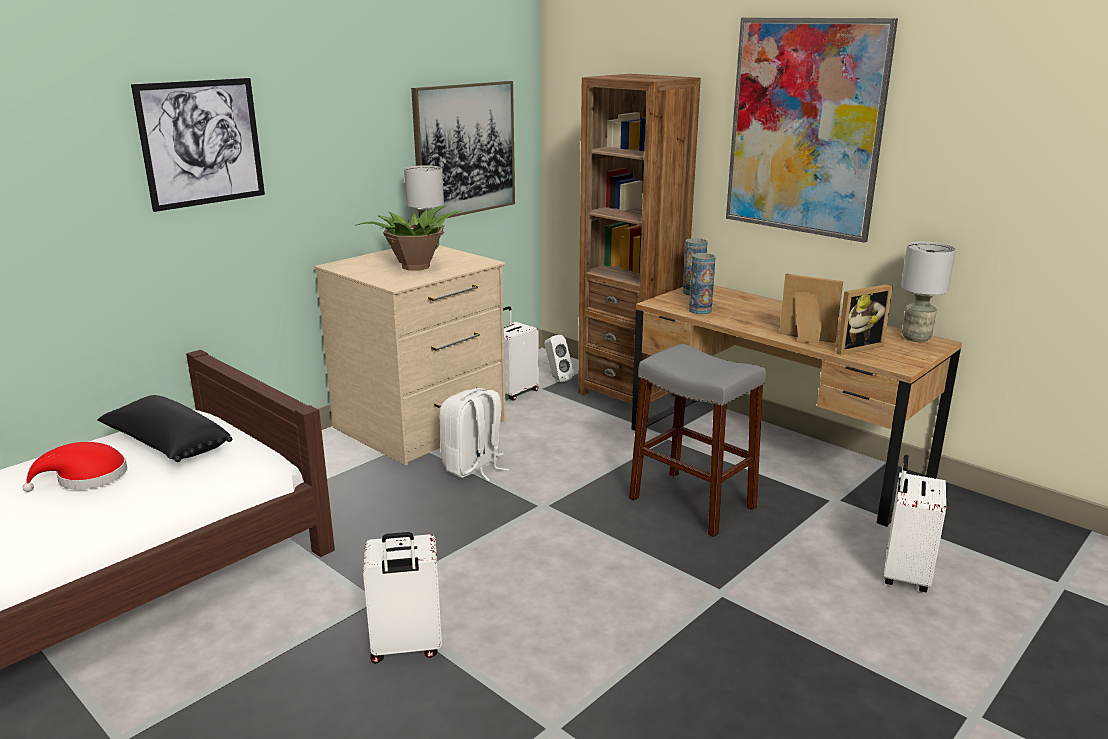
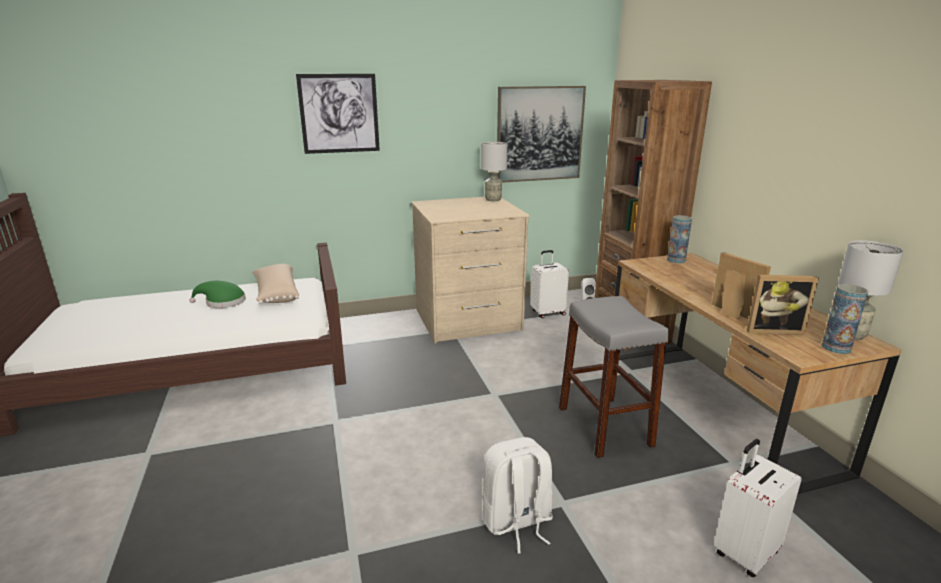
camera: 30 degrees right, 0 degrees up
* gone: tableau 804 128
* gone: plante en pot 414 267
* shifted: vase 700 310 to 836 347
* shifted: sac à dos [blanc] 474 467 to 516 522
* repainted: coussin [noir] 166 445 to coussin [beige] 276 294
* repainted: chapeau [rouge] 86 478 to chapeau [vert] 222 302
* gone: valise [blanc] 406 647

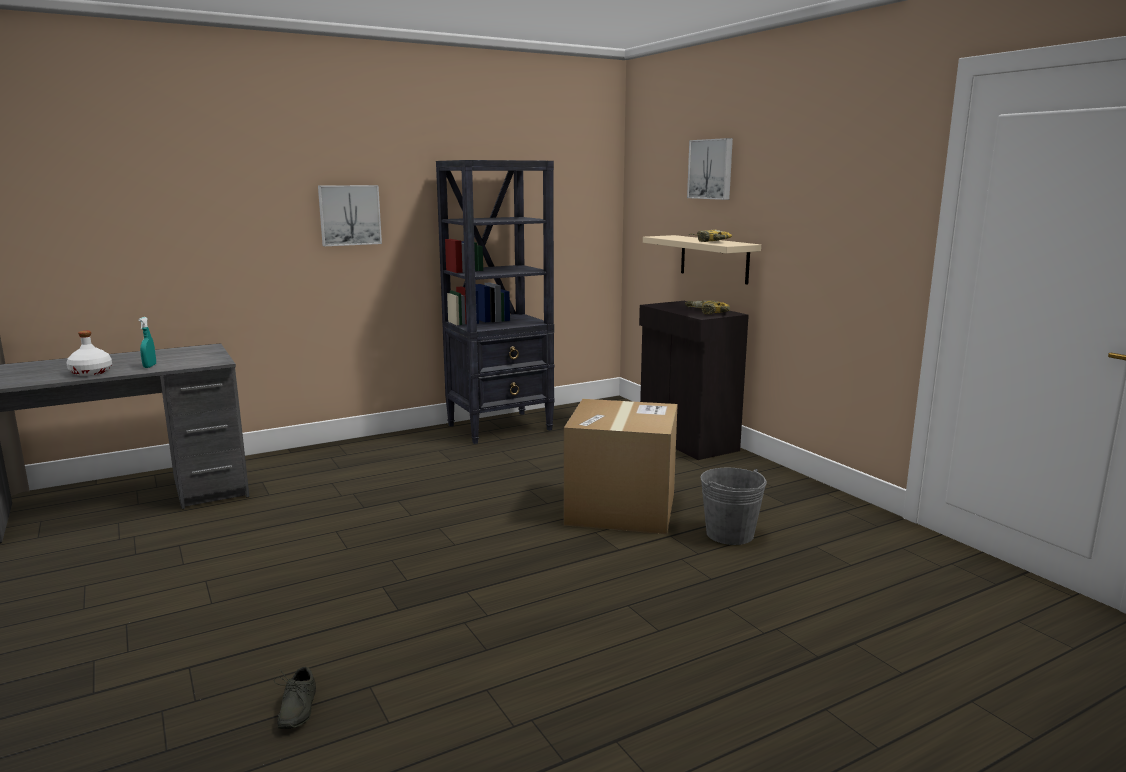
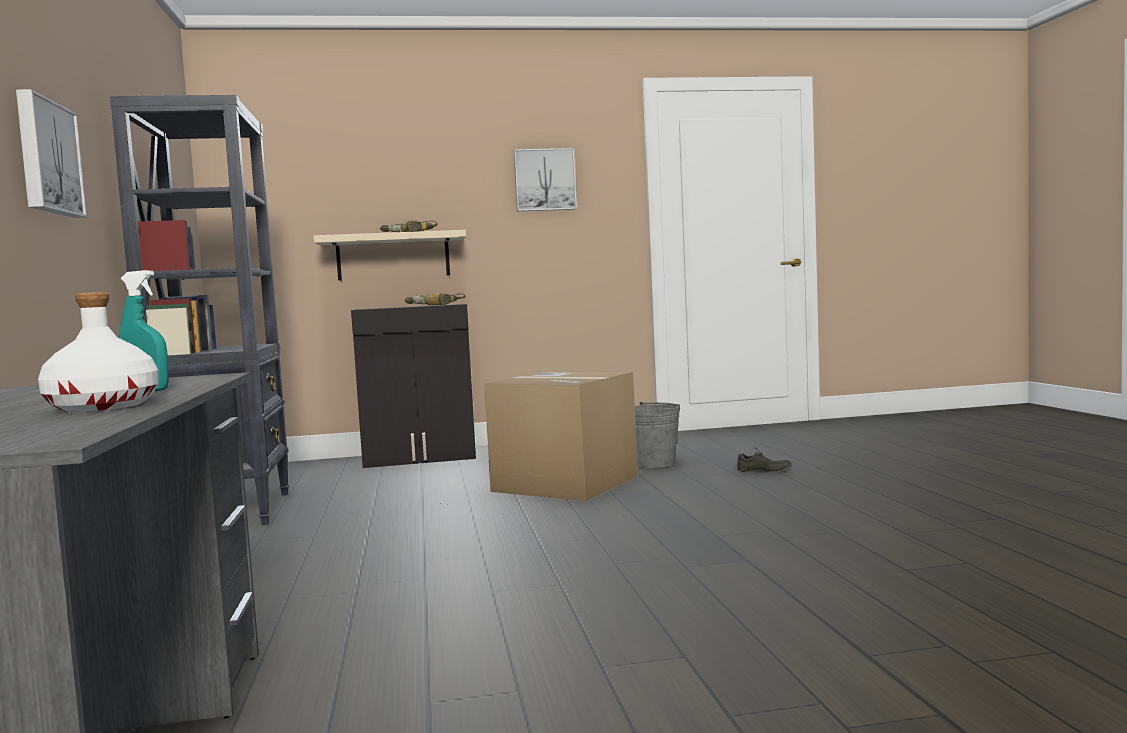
camera: 70 degrees left, 10 degrees down
* shifted: tableau 711 169 to 544 180
* shifted: chaussure [gris] 295 710 to 764 471

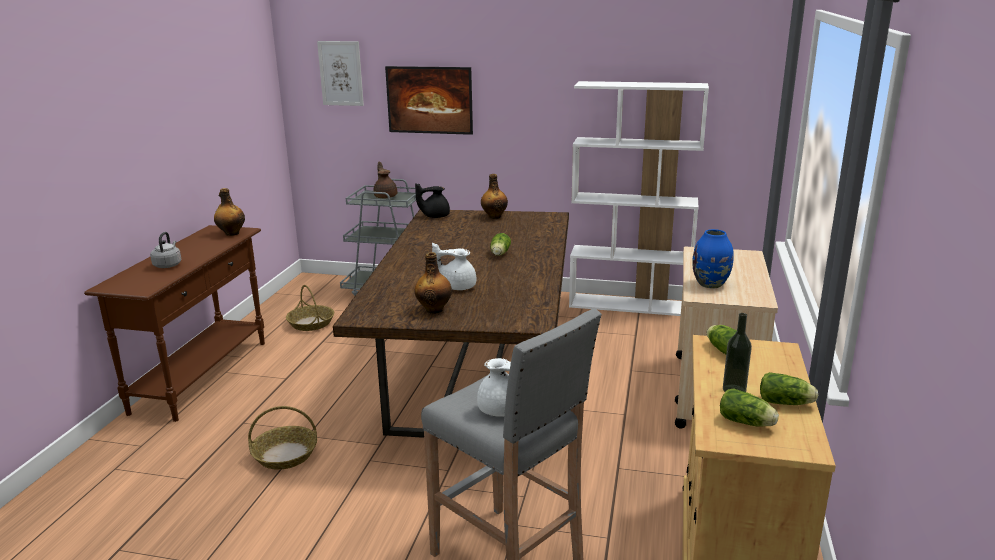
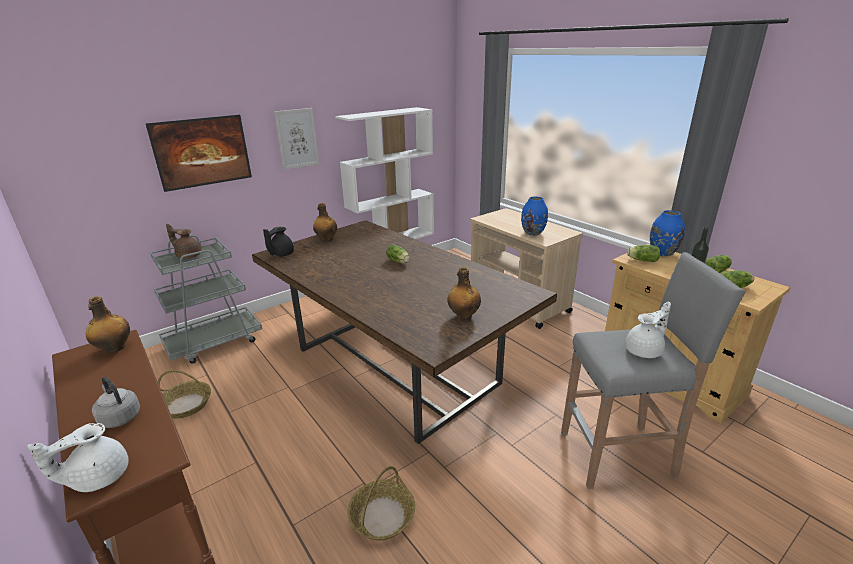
camera: 50 degrees left, 5 degrees up
* shifted: tableau 341 73 to 297 138
* shifted: théière [blanc] 457 286 to 98 477
* new: vase [bleu] 662 253

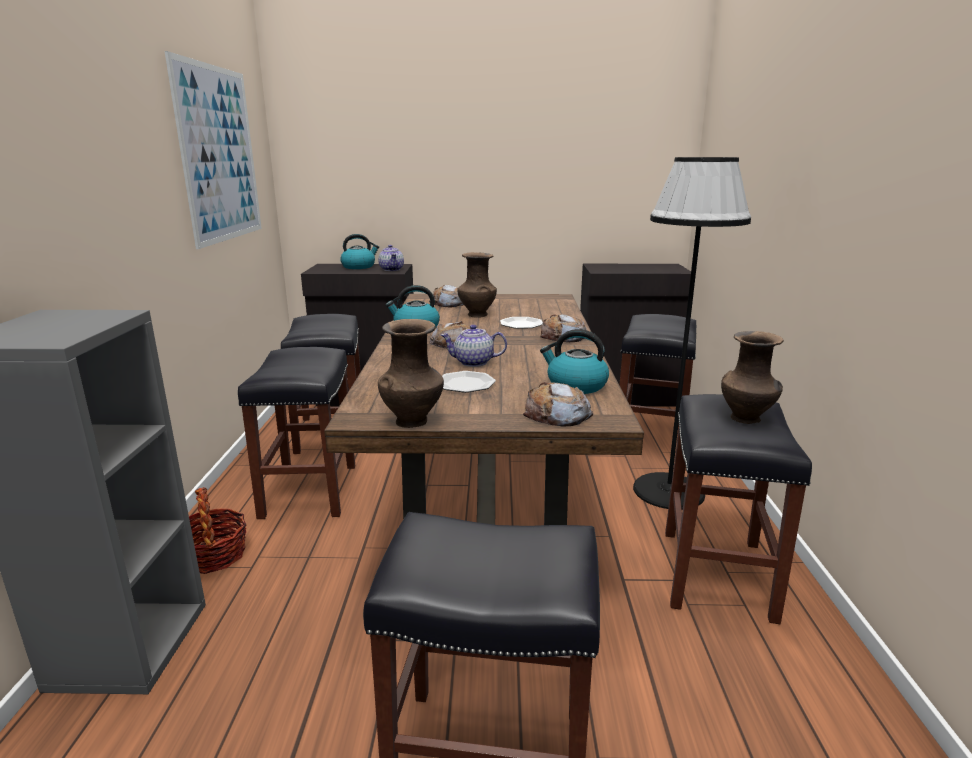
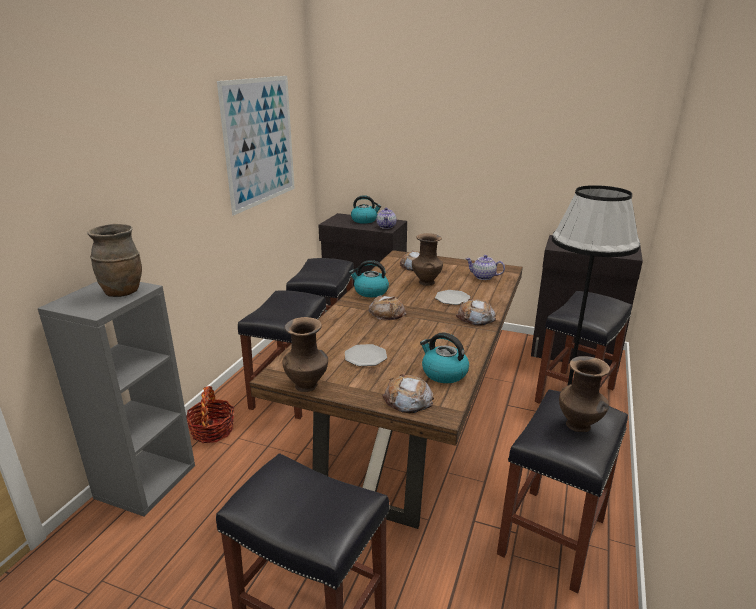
camera: 20 degrees right, 5 degrees up
* shifted: théière 473 362 to 483 277
* new: vase [marron] 123 292

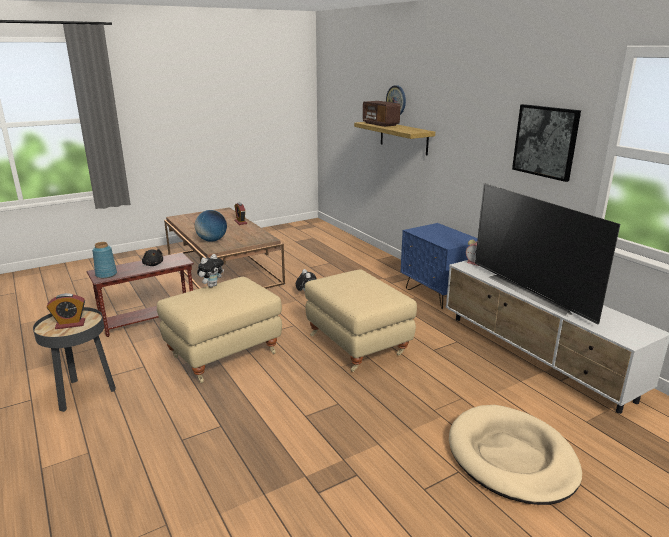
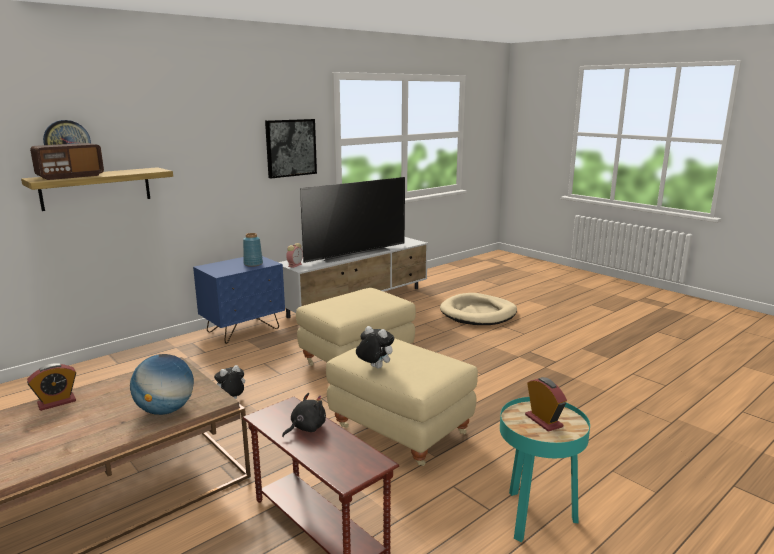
camera: 100 degrees left, 5 degrees down
* shifted: vase [bleu] 106 275 to 253 264
* repainted: table d'appoint [noir] 84 393 to table d'appoint [turquoise] 534 517

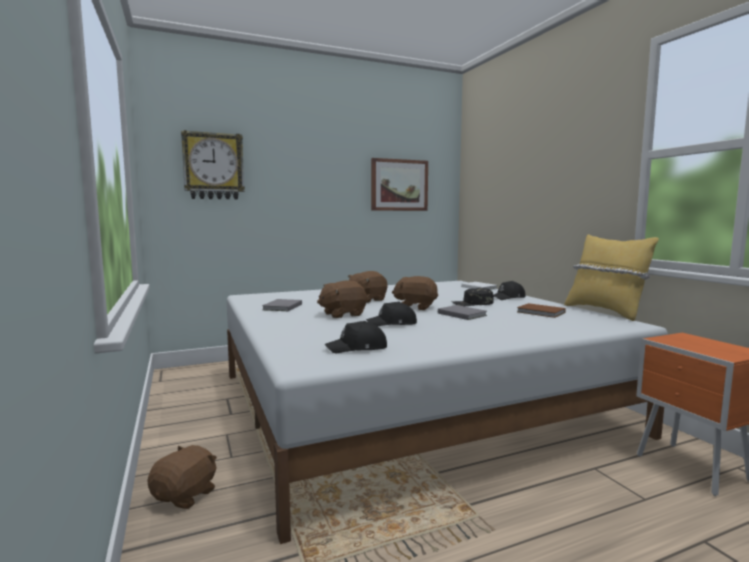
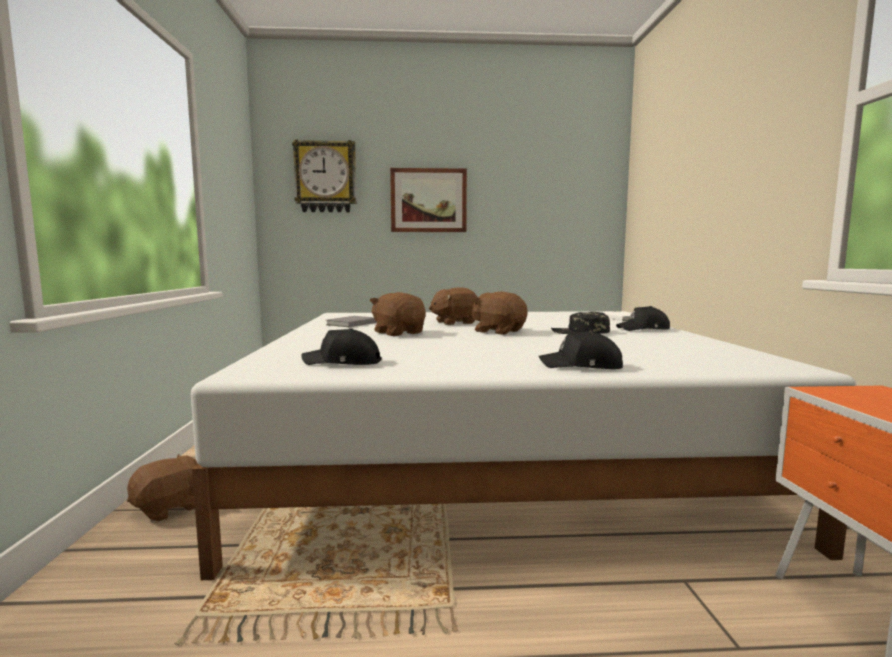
camera: 20 degrees right, 0 degrees up
* shifted: tableau 399 185 to 428 200
* gone: coussin [jaune] 605 311
* rotated: peluche [marron] 342 314 = 398 333 60 degrees clockwise
* shifted: casquette [noir] 392 324 to 582 366
* gone: livre [marron] 541 312
* gone: livre [gris] 461 314

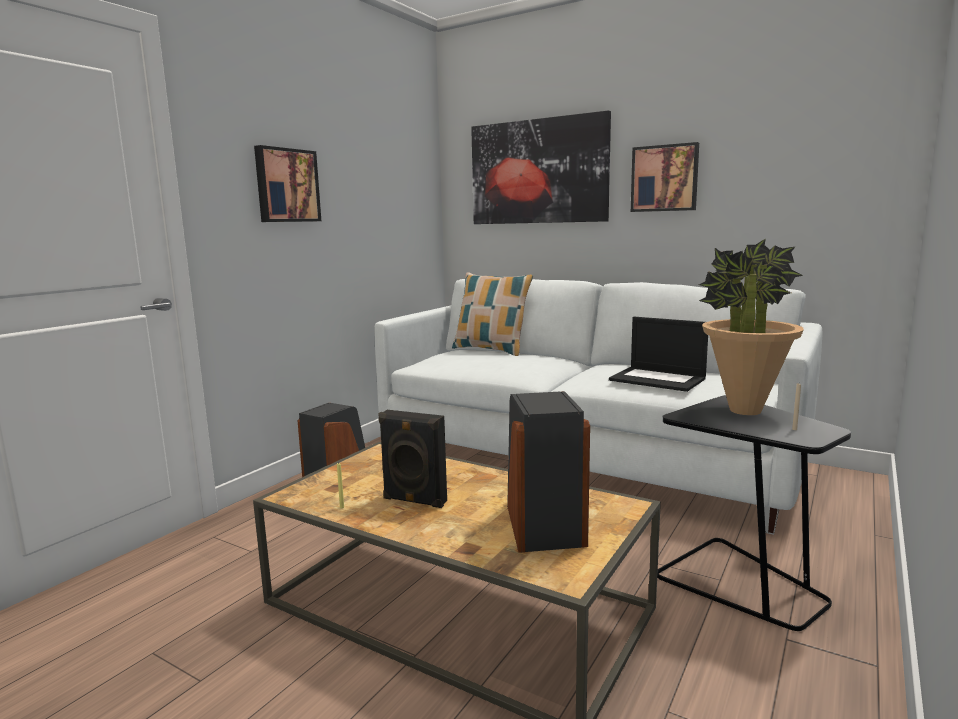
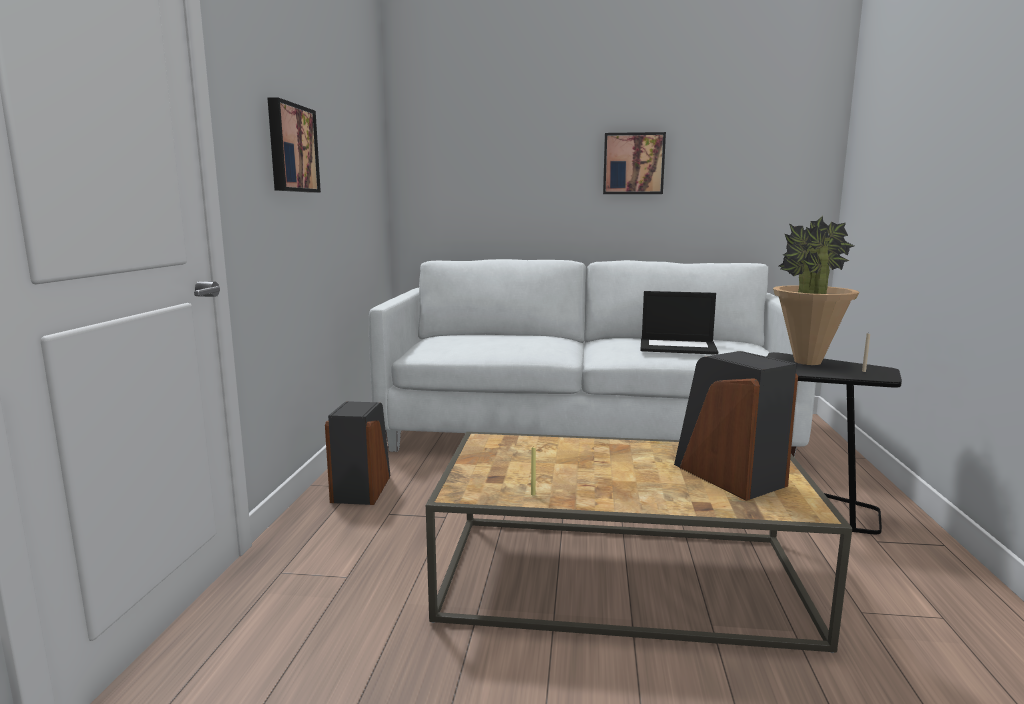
camera: 25 degrees left, 0 degrees up
* gone: tableau 538 172
* gone: coussin 491 350
* gone: enceinte [noir] 414 501

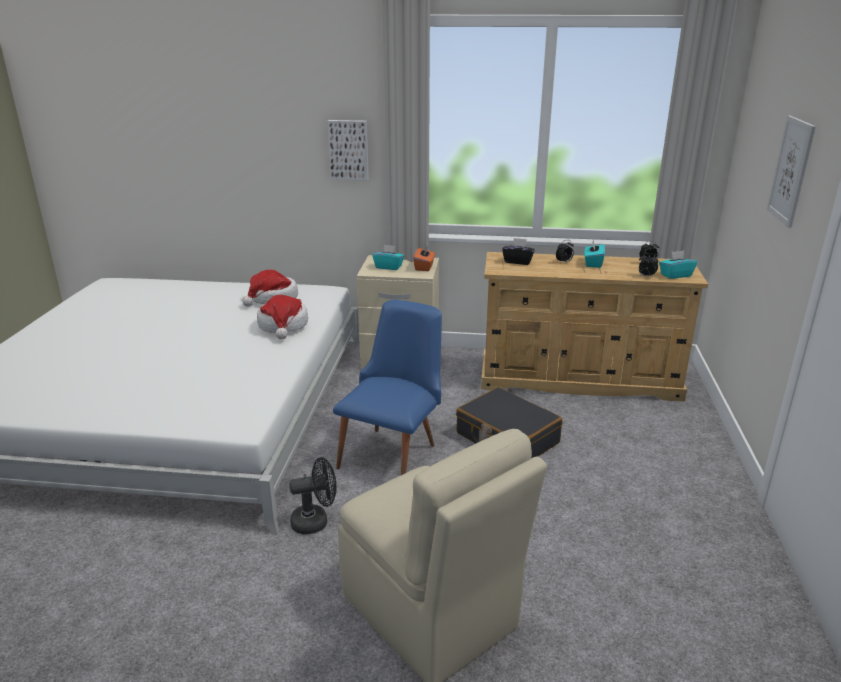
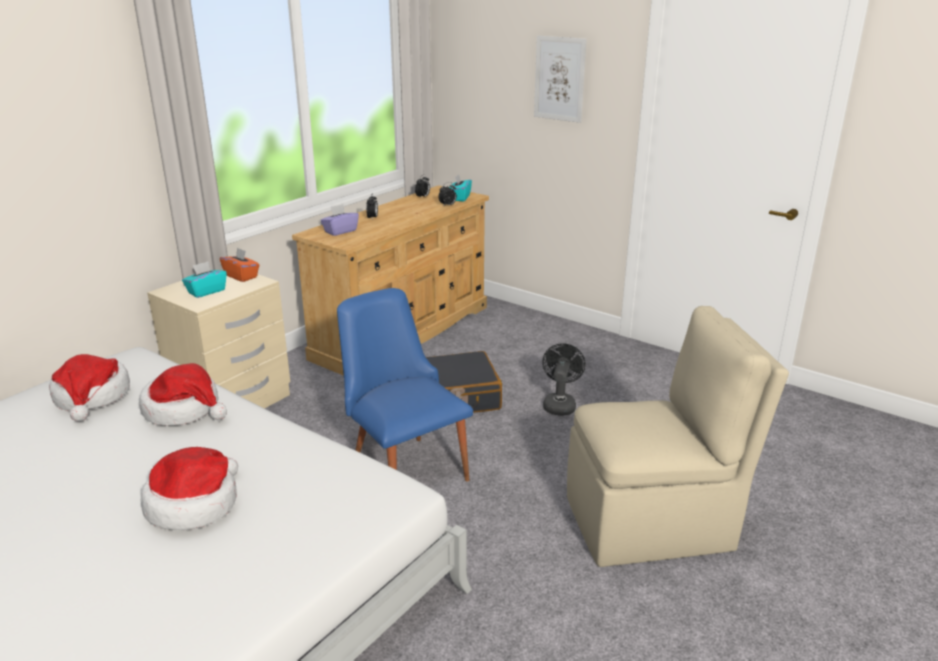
camera: 60 degrees left, 0 degrees up
* gone: tableau 349 149
* repainted: boîte à mouchoirs [noir] 518 261 to boîte à mouchoirs [violet] 340 231
* gone: boîte à mouchoirs [turquoise] 593 263
* shifted: ventilateur [noir] 315 521 to 559 404
* new: chapeau 194 504

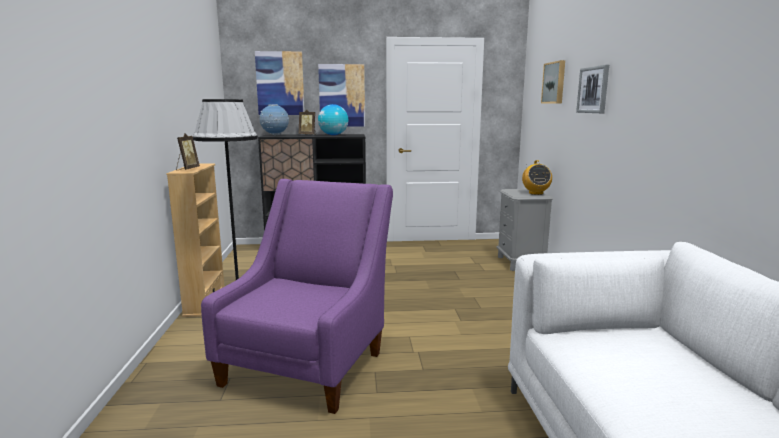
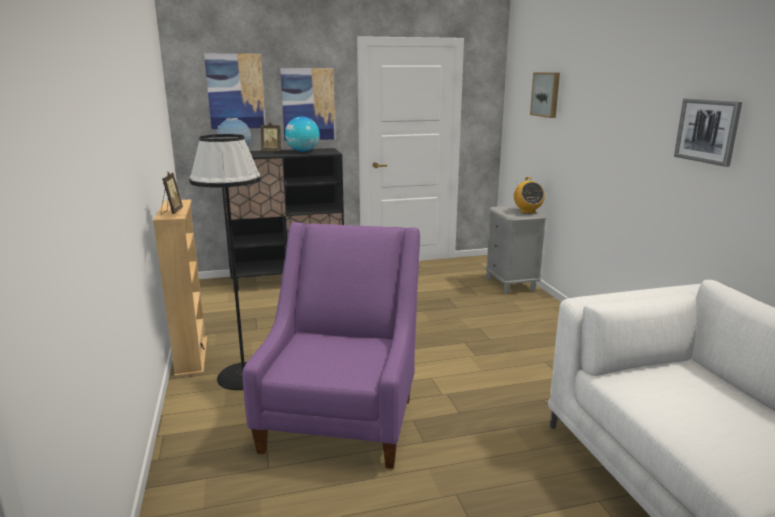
camera: 10 degrees left, 5 degrees up
* shifted: tableau 593 90 to 707 131

